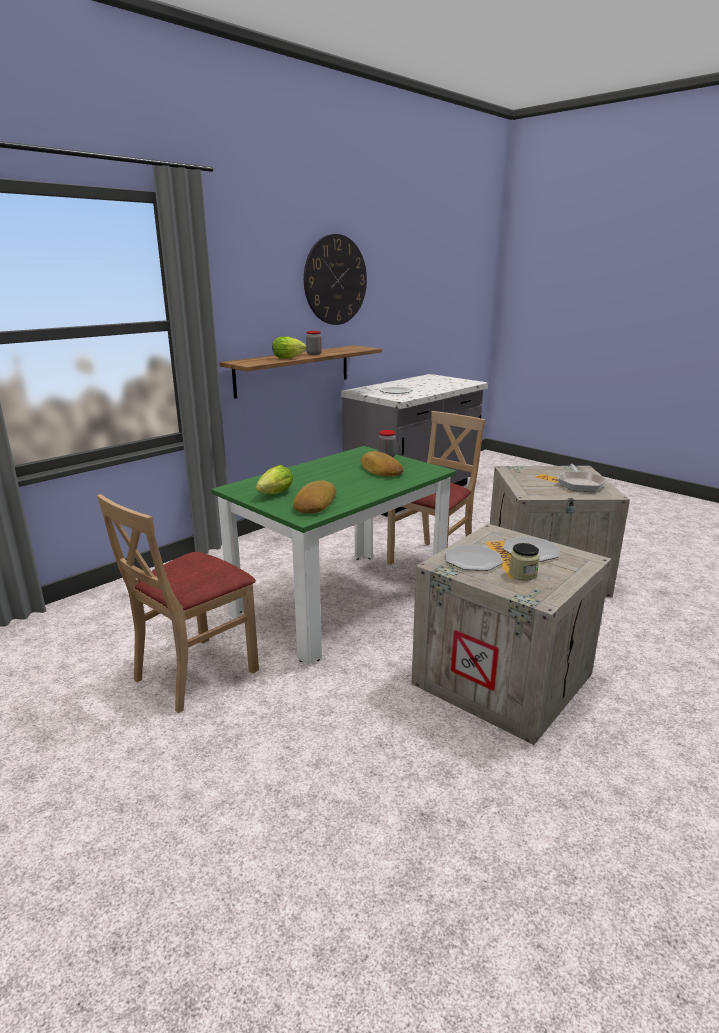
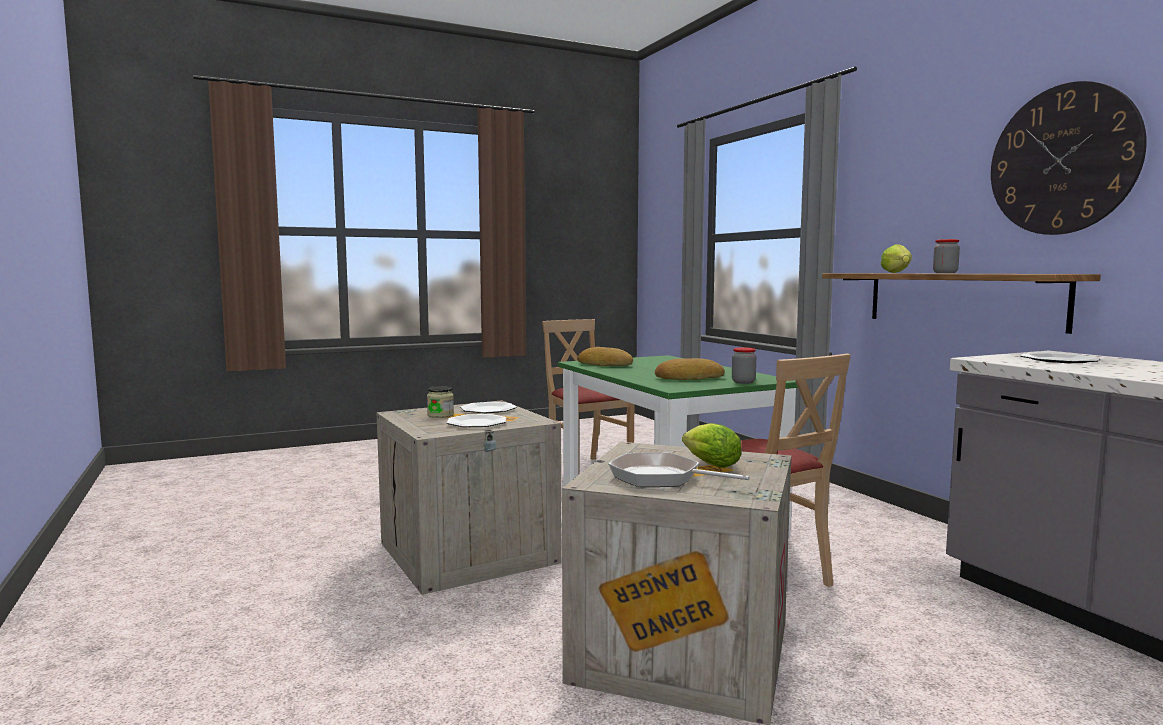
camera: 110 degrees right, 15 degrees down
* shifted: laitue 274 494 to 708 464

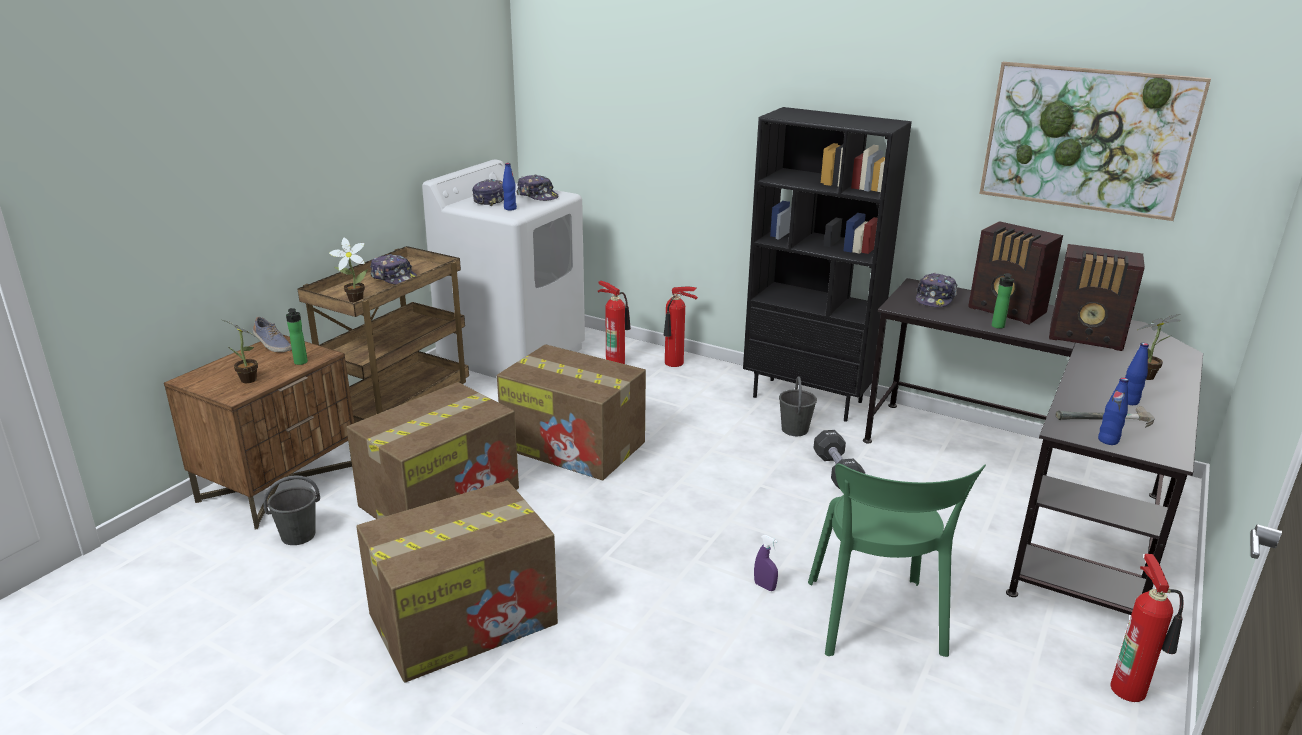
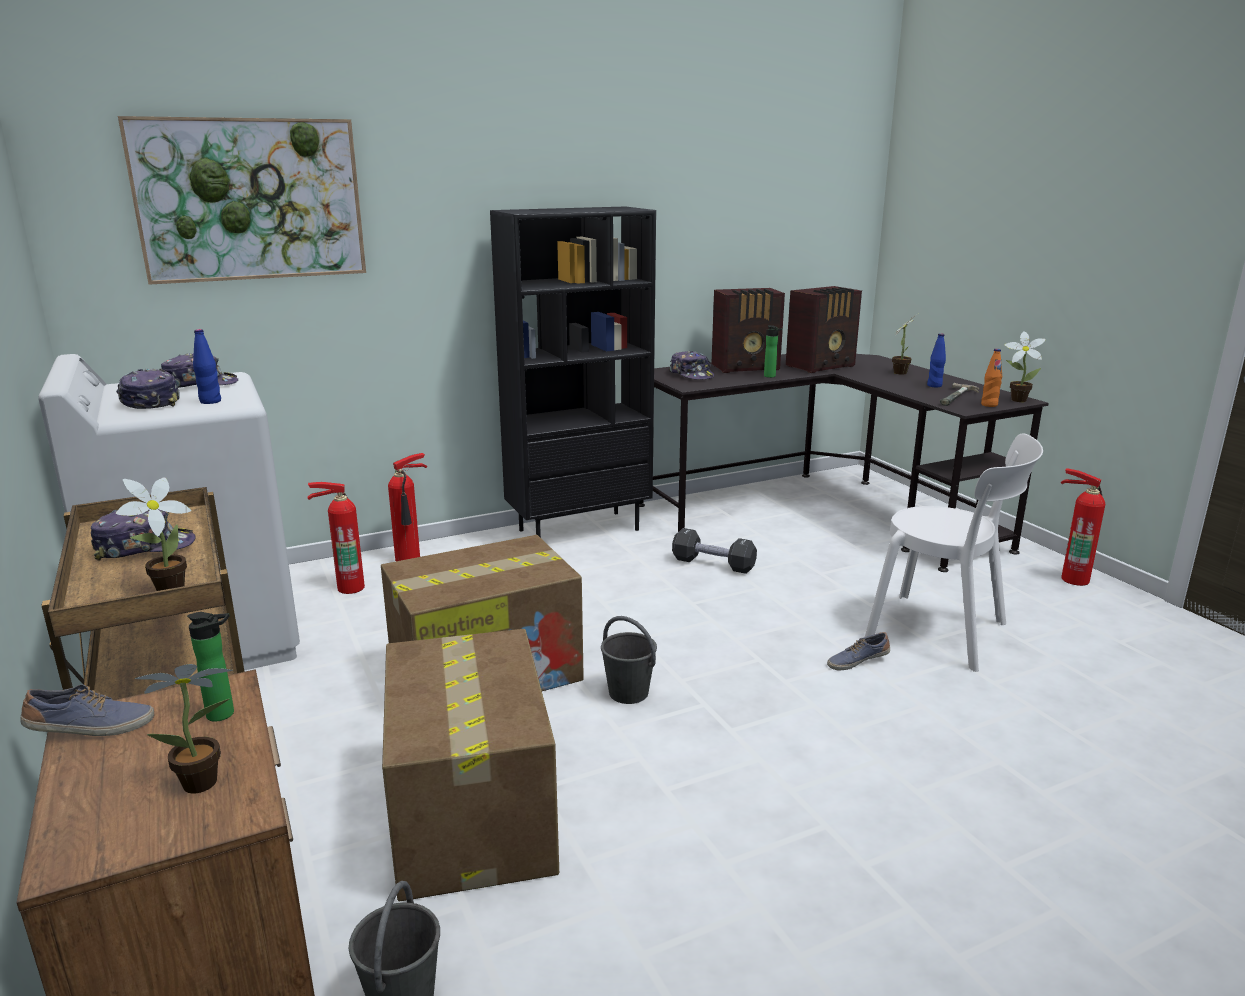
camera: 55 degrees left, 5 degrees down
* shifted: tableau 1087 139 to 250 200
* shifted: seau [gris] 794 429 to 628 692
* repainted: bouteille [bleu] 1108 440 to bouteille [orange] 989 405
* repainted: chaise [vert] 876 621 to chaise [blanc] 944 632
* gone: carton 465 618
* swapped: vaporisateur [violet] 764 586 to chaussure 857 661
* new: plante en pot 1016 399

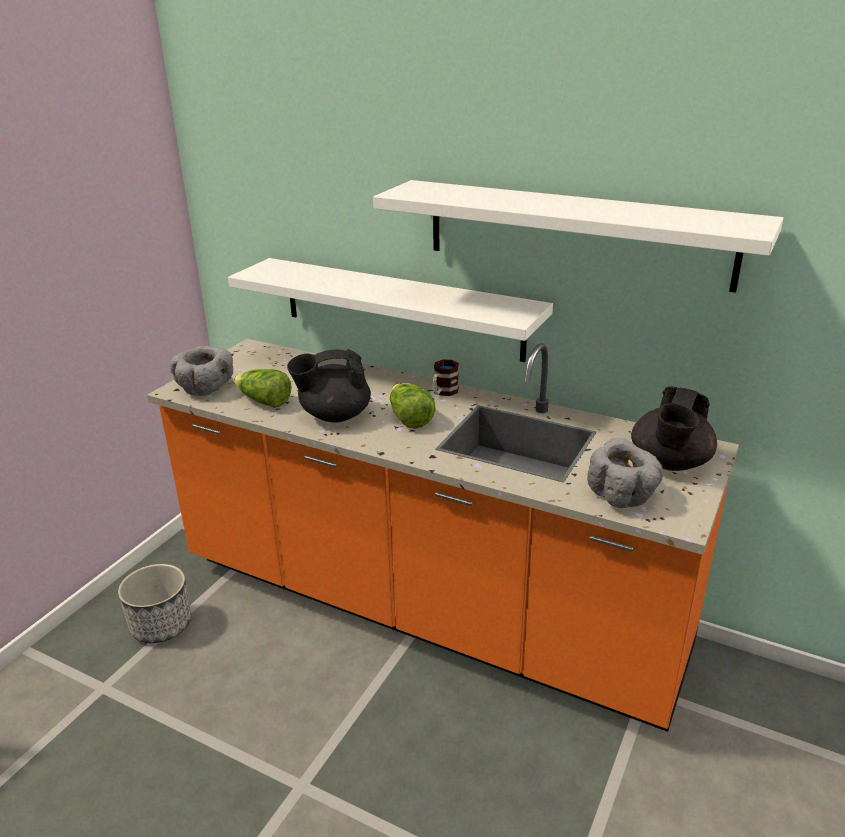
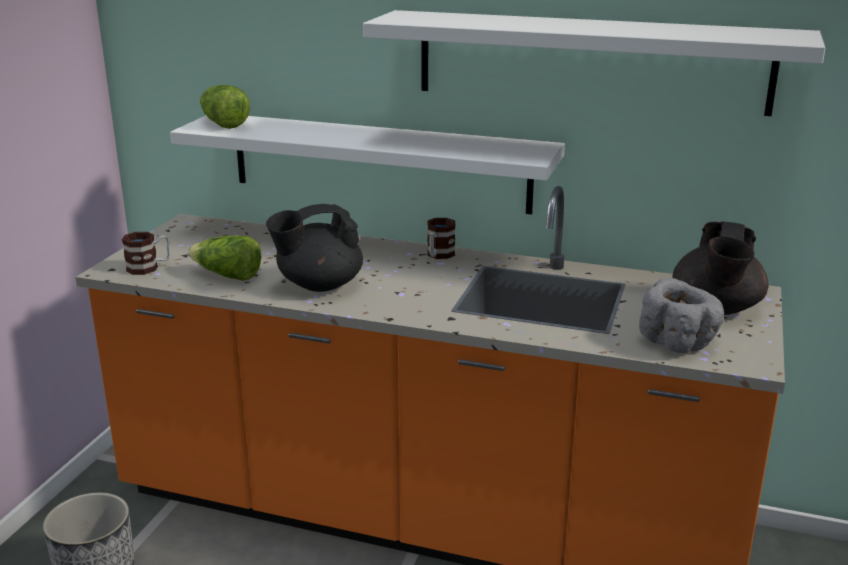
camera: 10 degrees left, 5 degrees down
* swapped: bol [gris] 205 389 to mug 149 267
* shifted: laitue 409 418 to 223 123

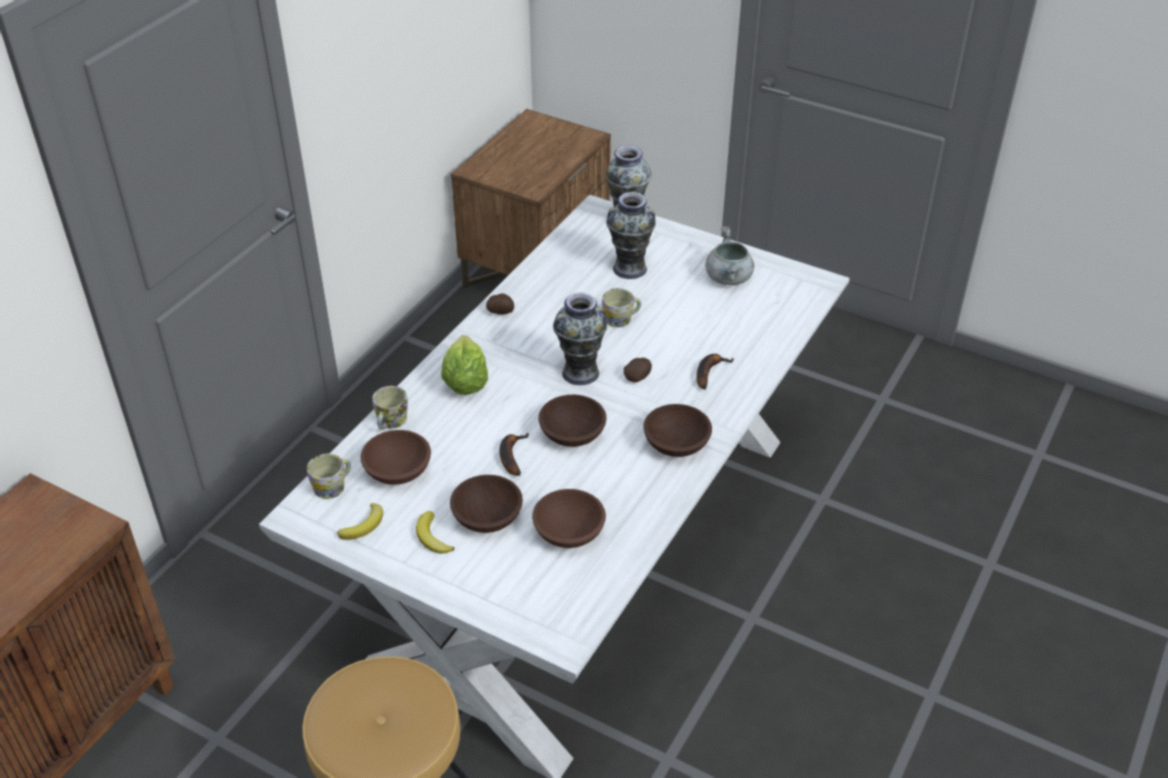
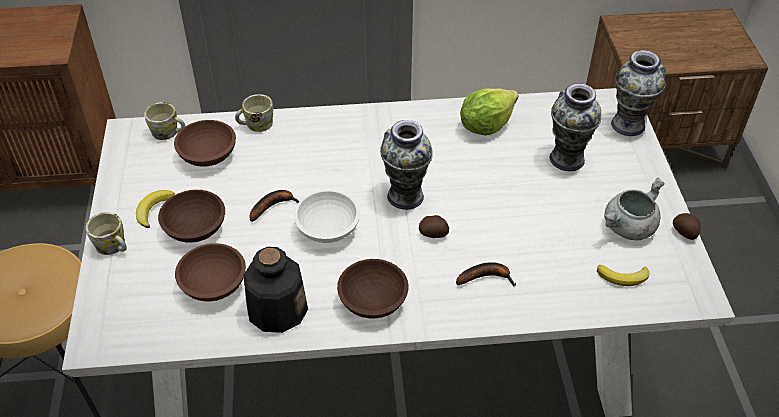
camera: 55 degrees right, 5 degrees up
* shifted: mug 621 318 to 113 246
* shifted: pomme de terre 500 312 to 685 233
* shifted: laitue 465 383 to 485 125
* repainted: bol [marron] 572 435 to bol [blanc] 327 229
* shifted: banane 364 525 to 623 277
* new: bouteille 276 309

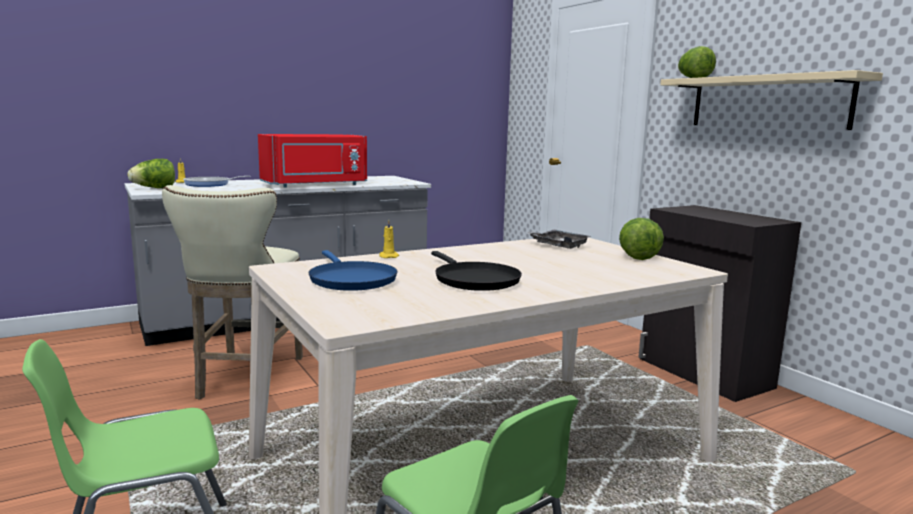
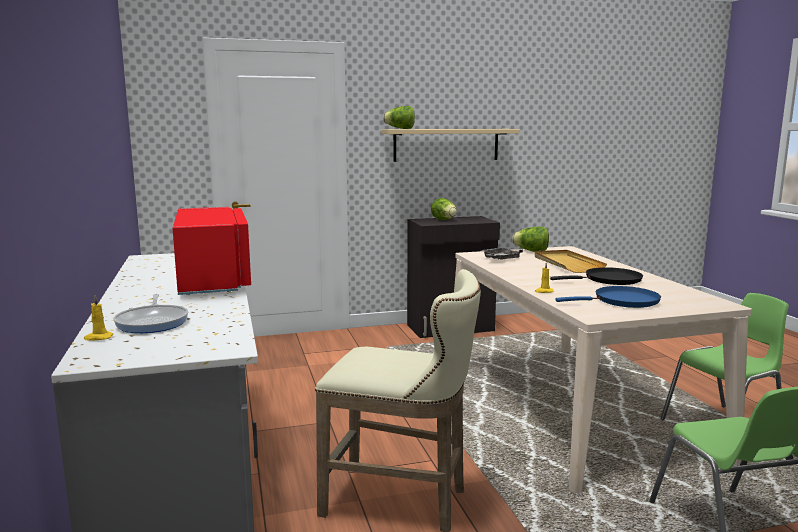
camera: 75 degrees left, 0 degrees up
* shifted: laitue 154 188 to 444 220
* new: plateau [beige] 567 264

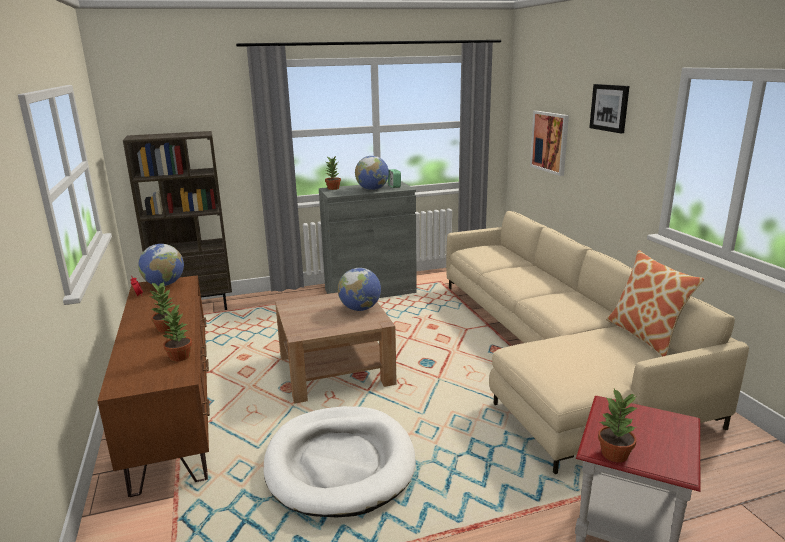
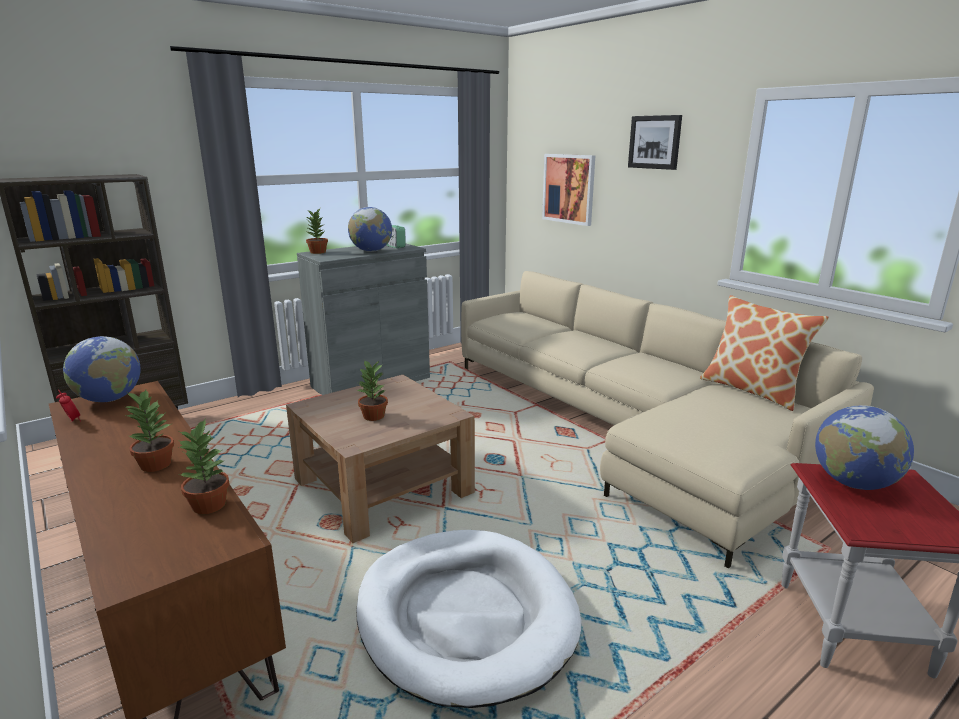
camera: 20 degrees left, 0 degrees up
* shifted: globe 360 309 to 853 483
* shifted: plante en pot 615 454 to 374 416

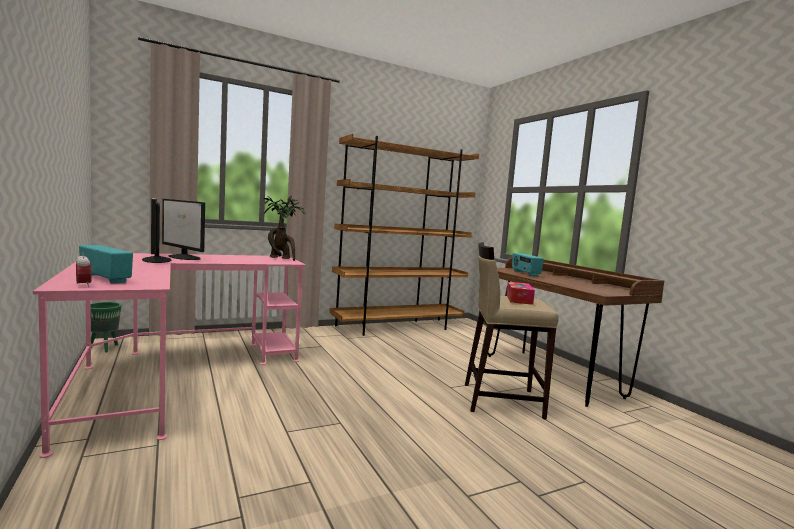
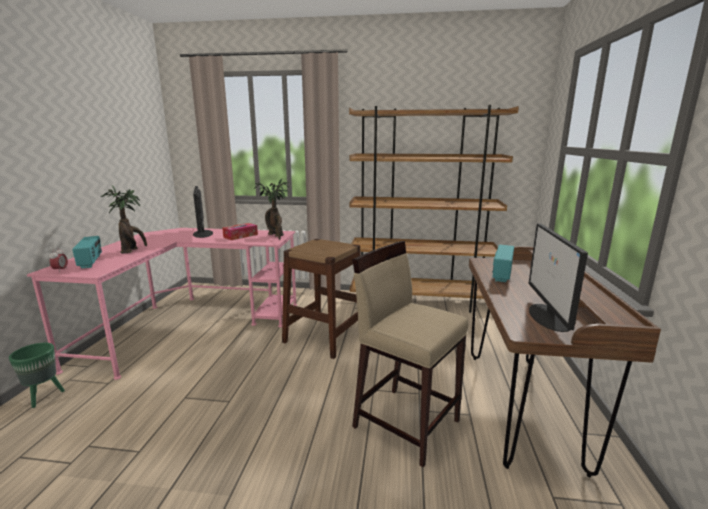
camera: 35 degrees right, 10 degrees up
* shifted: écran d'ordinateur 156 260 to 549 317
* shifted: boîte à mouchoirs 519 299 to 240 236
* shifted: cache-pot [vert] 104 348 to 44 397
* new: plante en pot 132 250
* new: tabouret [marron] 325 336

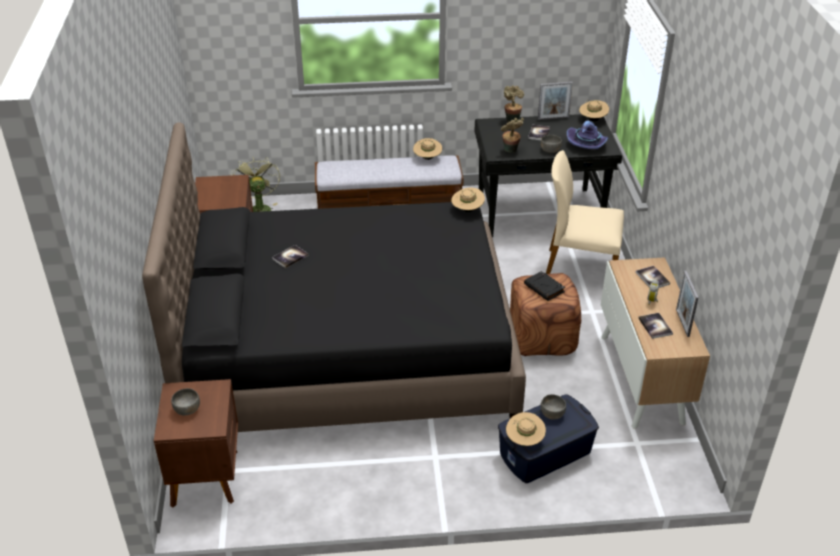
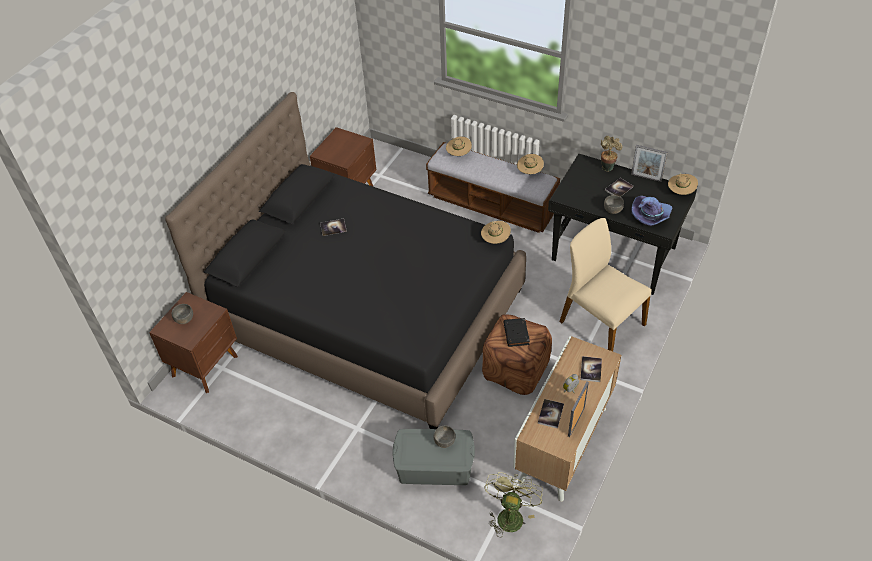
camera: 35 degrees right, 10 degrees up
* gone: plante en pot 510 151
* shifted: ventilateur [vert] 258 208 to 510 514
* repainted: boîte de rangement [bleu] 545 453 to boîte de rangement [gris] 435 467
* shifted: chapeau [beige] 524 440 to 458 154

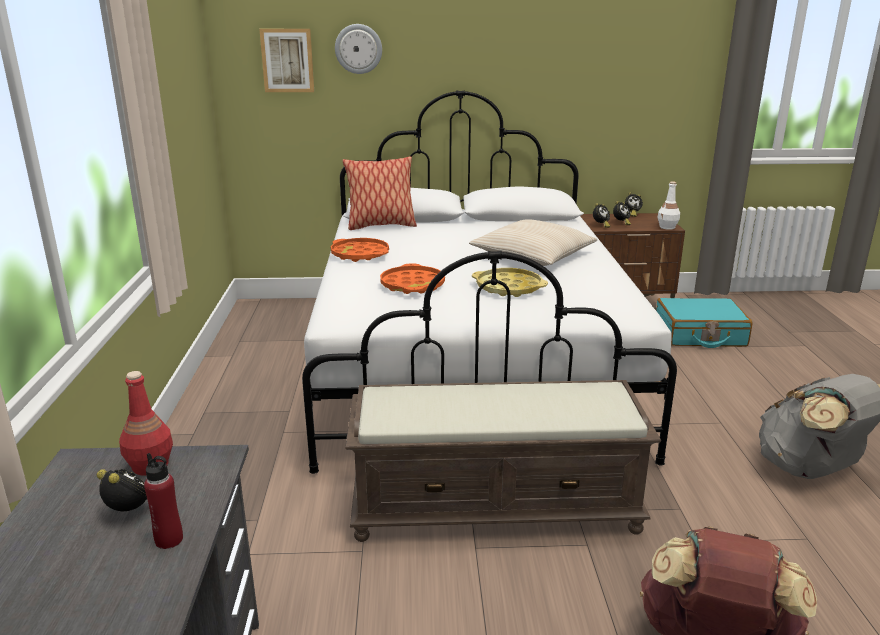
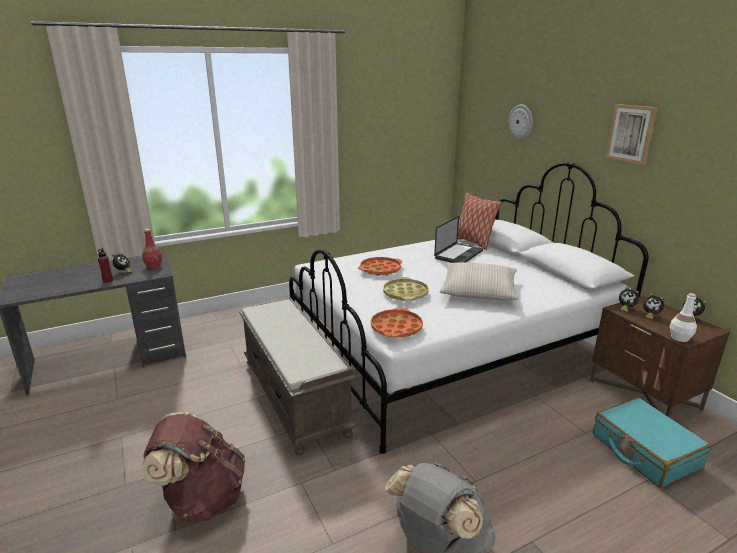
camera: 65 degrees right, 0 degrees up
* shifted: tableau 287 60 to 631 133
* shifted: plateau [orange] 360 254 to 396 328
* new: ordinateur portable 458 255

